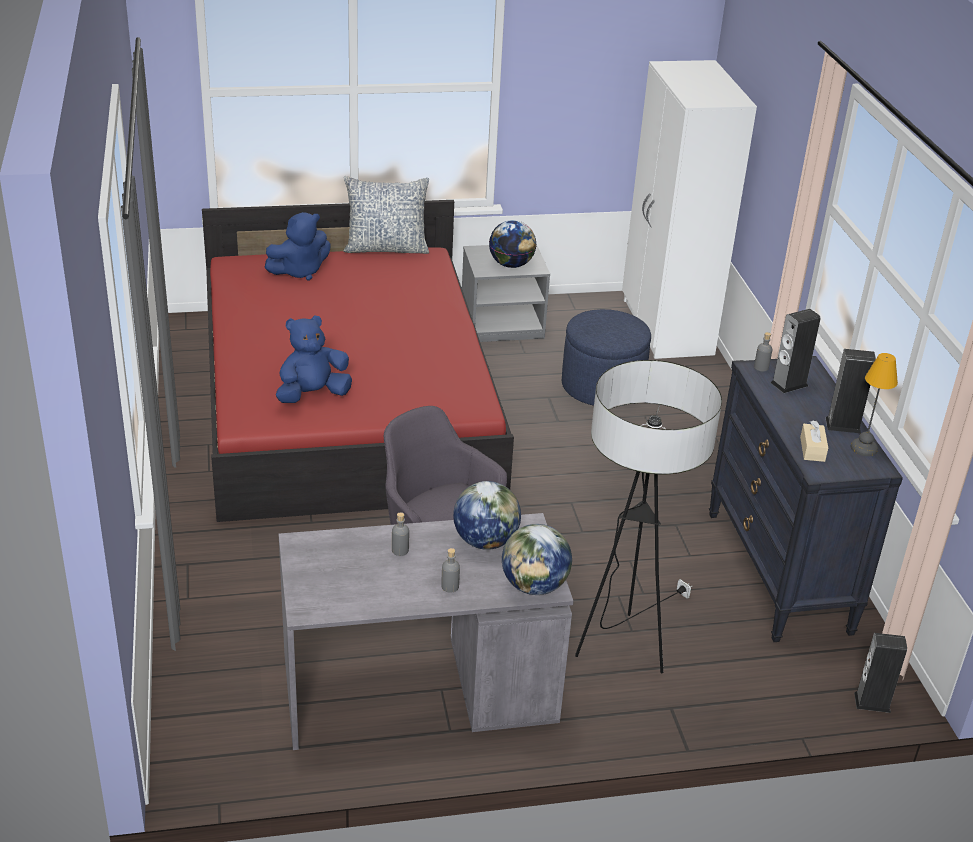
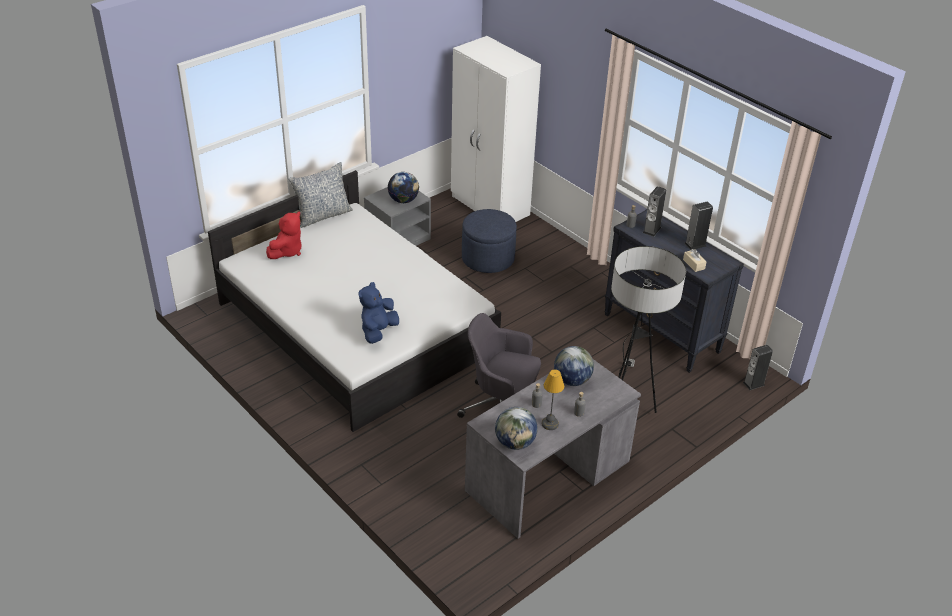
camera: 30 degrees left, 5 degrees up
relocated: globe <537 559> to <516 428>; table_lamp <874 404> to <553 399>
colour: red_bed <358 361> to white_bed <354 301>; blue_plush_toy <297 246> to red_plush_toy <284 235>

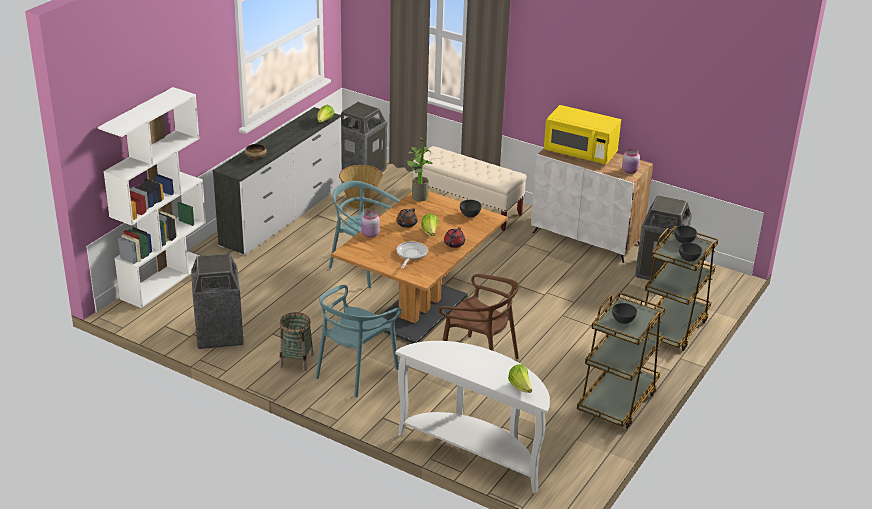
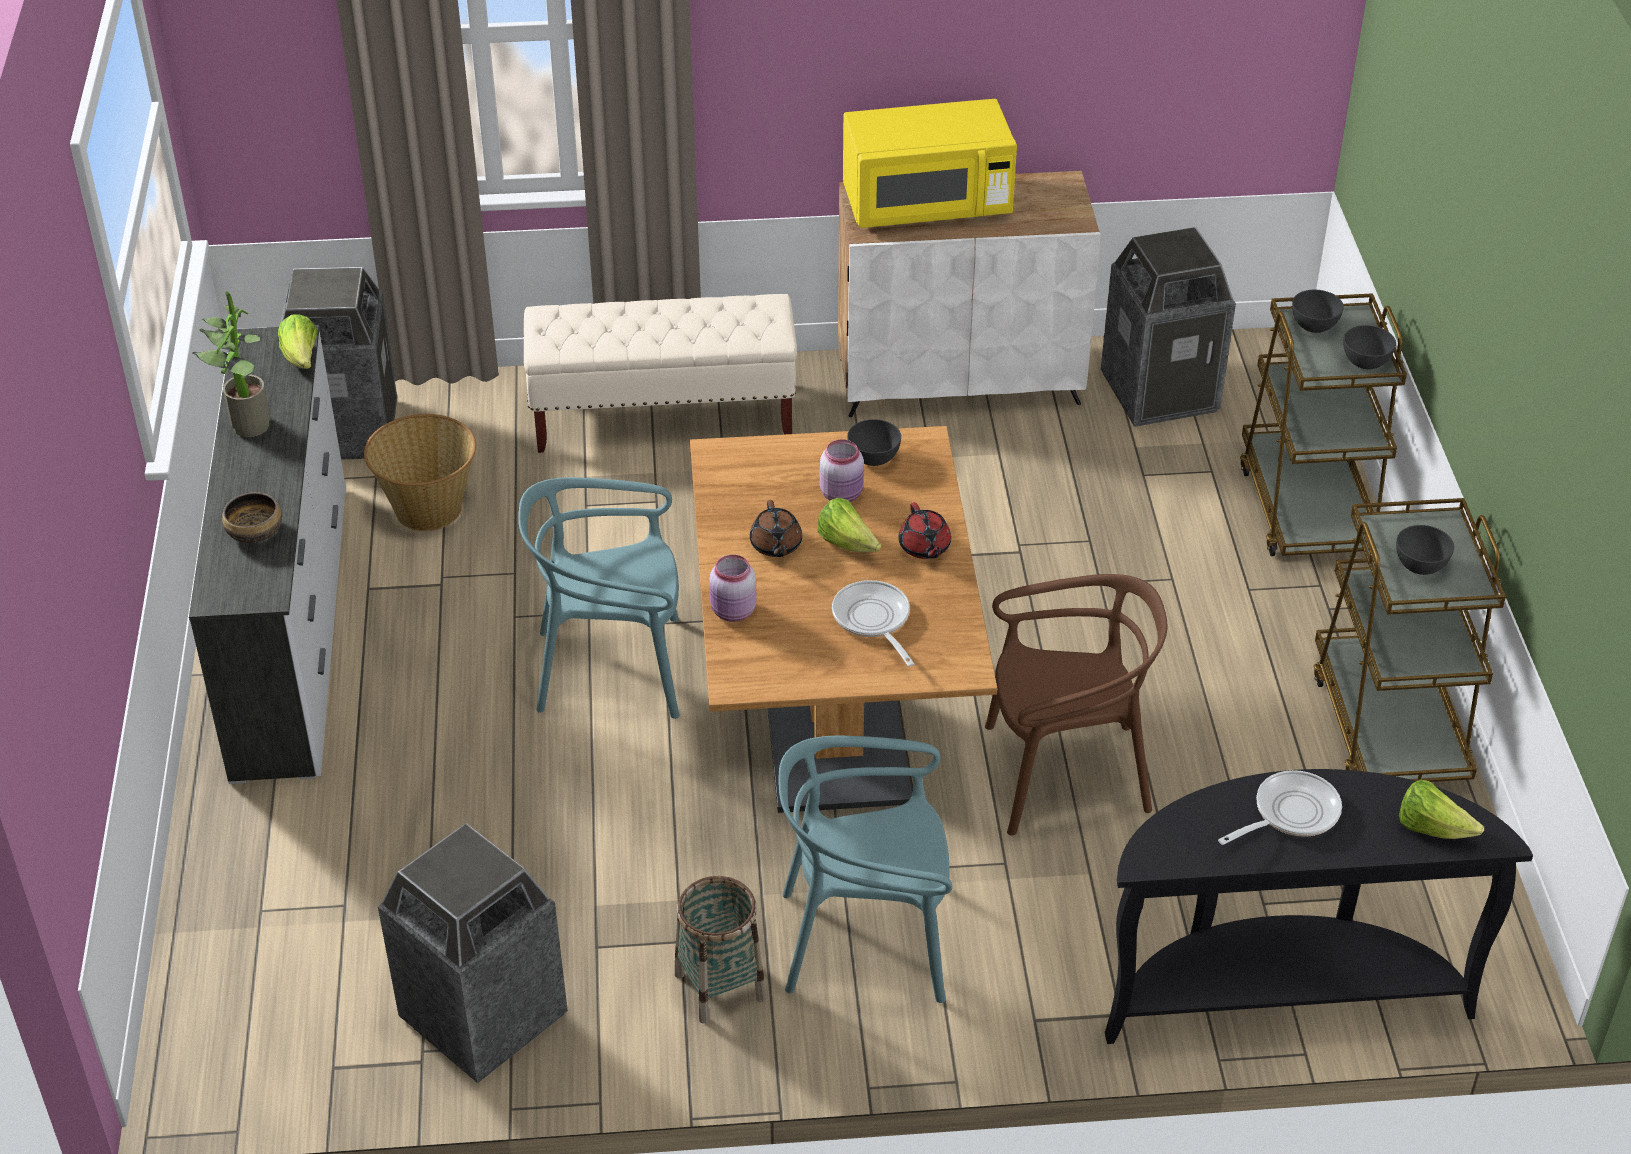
camera: 35 degrees left, 10 degrees up
missing: white_bookcase <152 197>
appeared: frying_pan <1280 807>
relocated: potted_plant <420 169> to <231 364>; pink_jar <631 161> to <842 470>
colour: white_console_table <472 417> to black_console_table <1319 906>
spun: turquoise_chair <358 341> = <865 869> 90 degrees clockwise

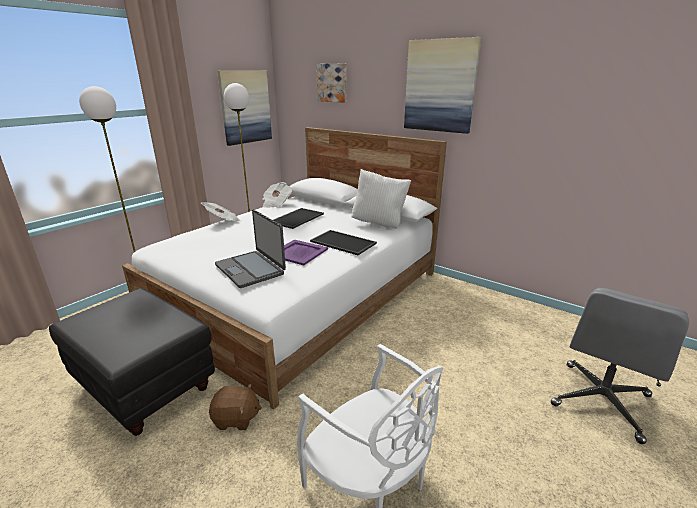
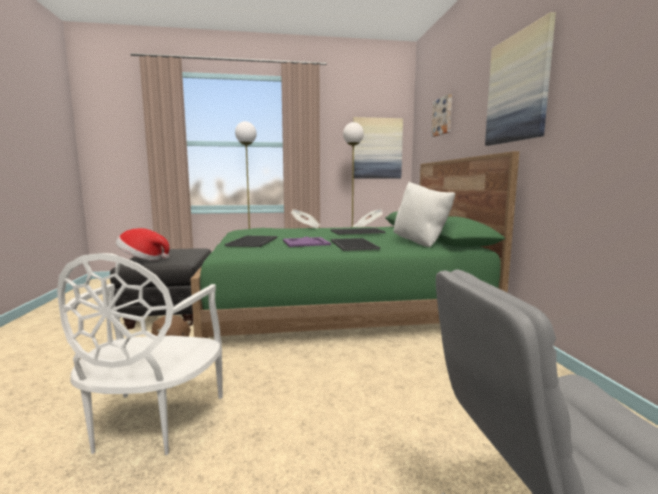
camera: 45 degrees right, 15 degrees down
appeared: hat <143 244>
exchanged: laptop <250 248> to tray <251 241>
colour: white_bed <284 268> to green_bed <354 244>

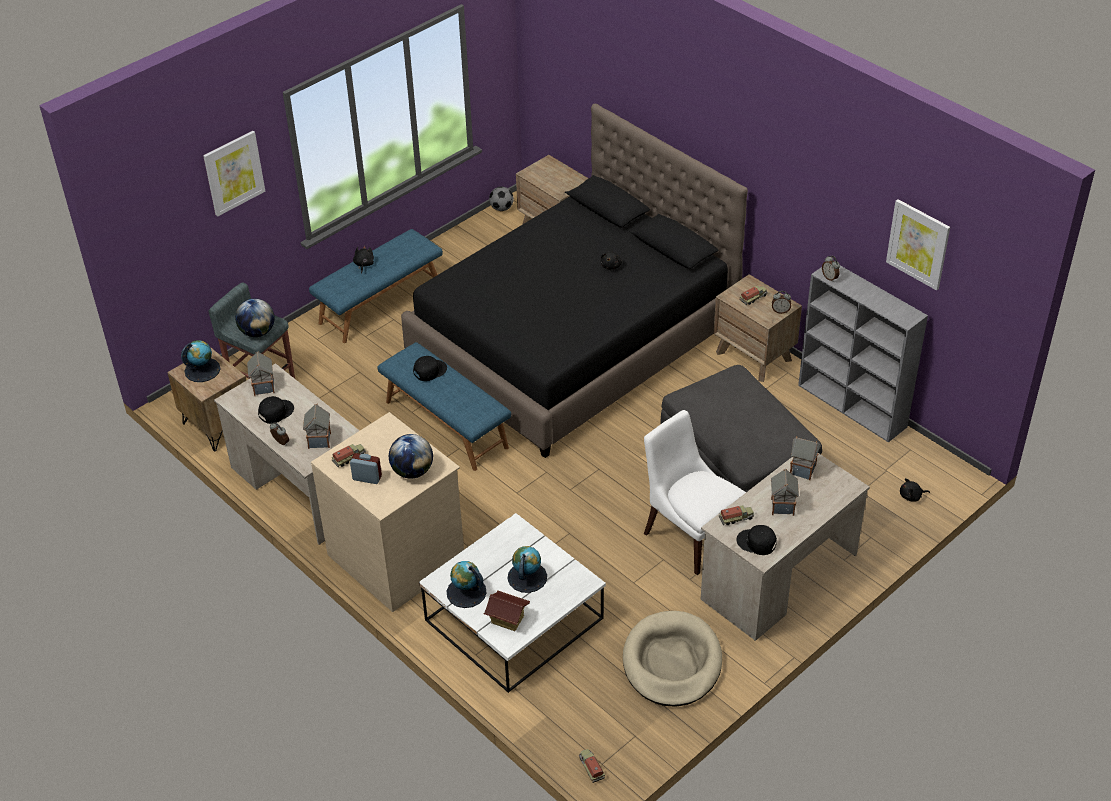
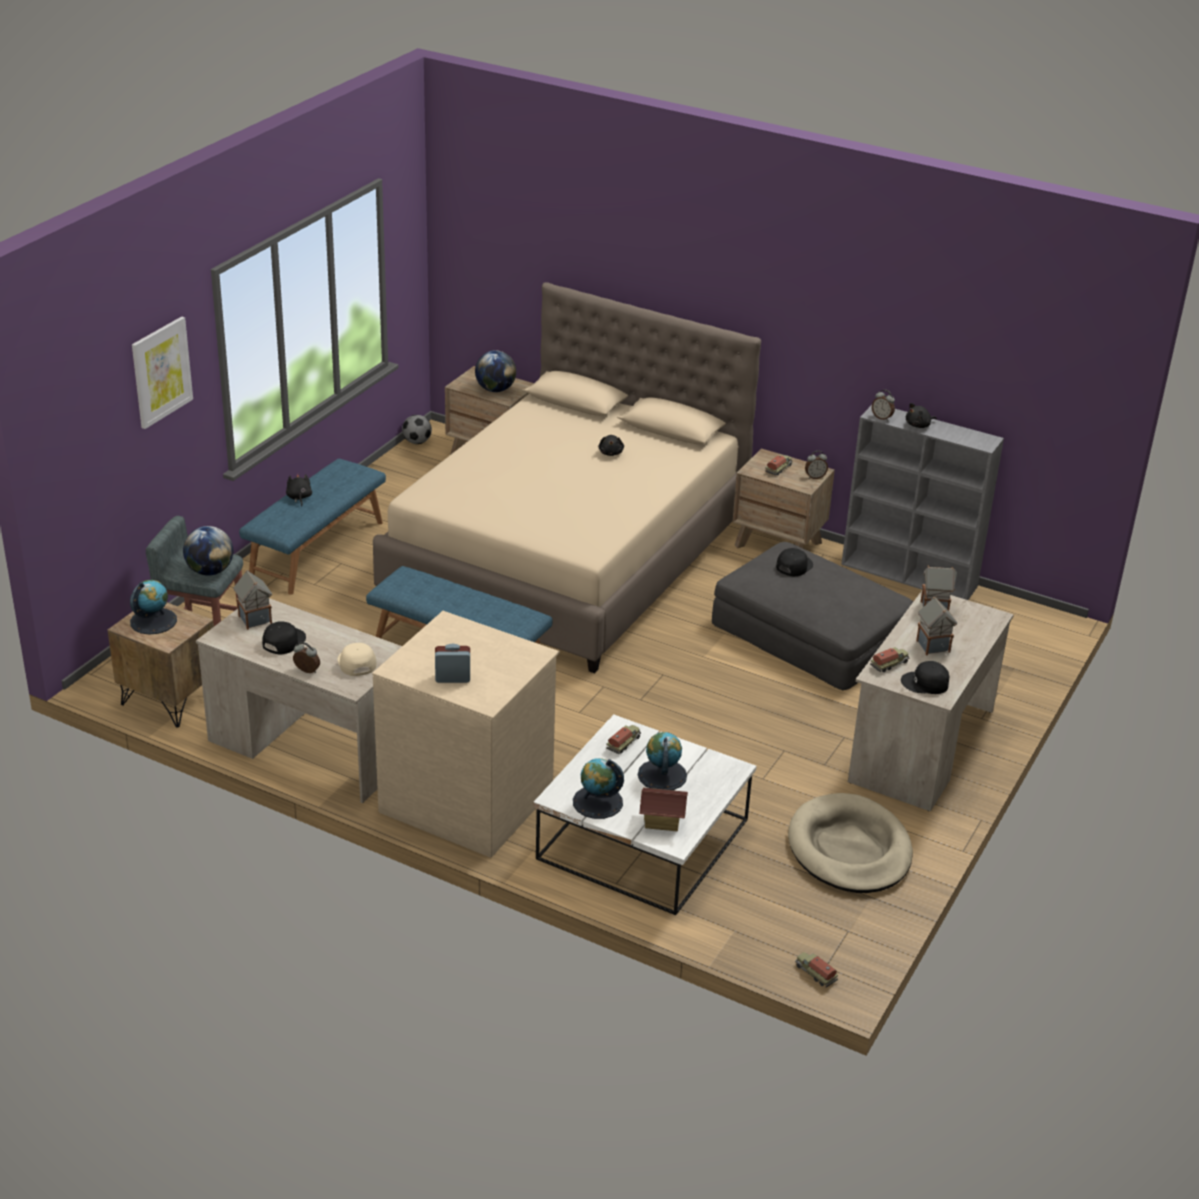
camera: 20 degrees left, 10 degrees down
missing: white_chair <695 492>; picture <918 244>
relocated: toy_truck <349 456> to <623 739>; globe <411 456> to <495 371>; black_cap <430 368> to <794 562>; black_plush_toy <915 489> to <921 415>
exchanged: toy_house <317 426> to beige_cap <356 659>
colour: black_bed <574 281> to beige_bed <567 477>

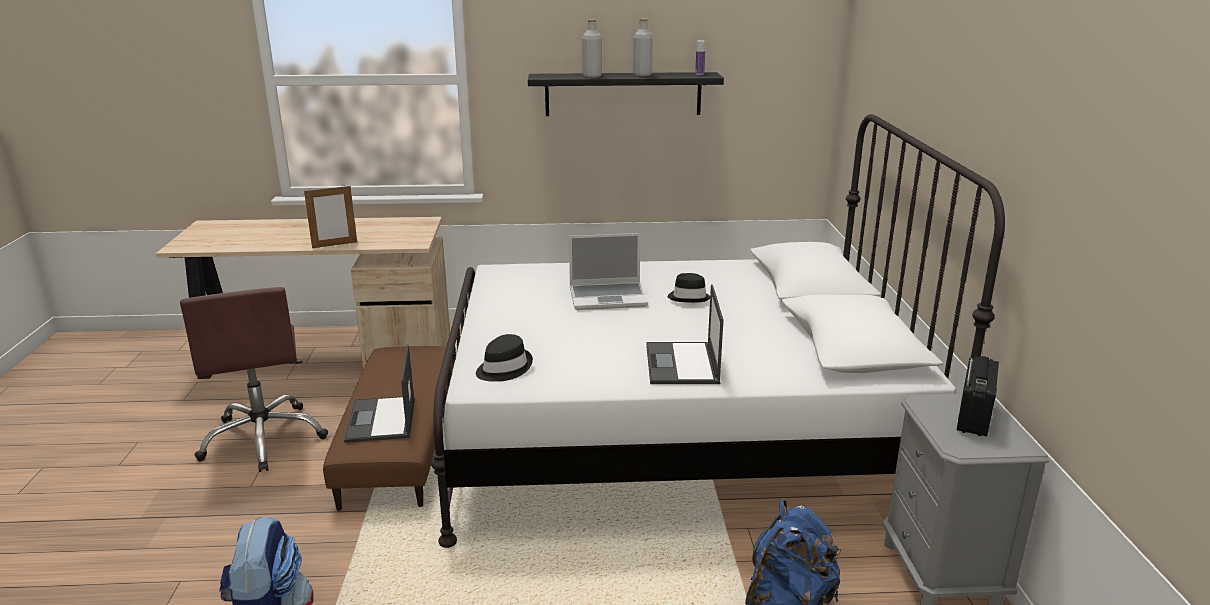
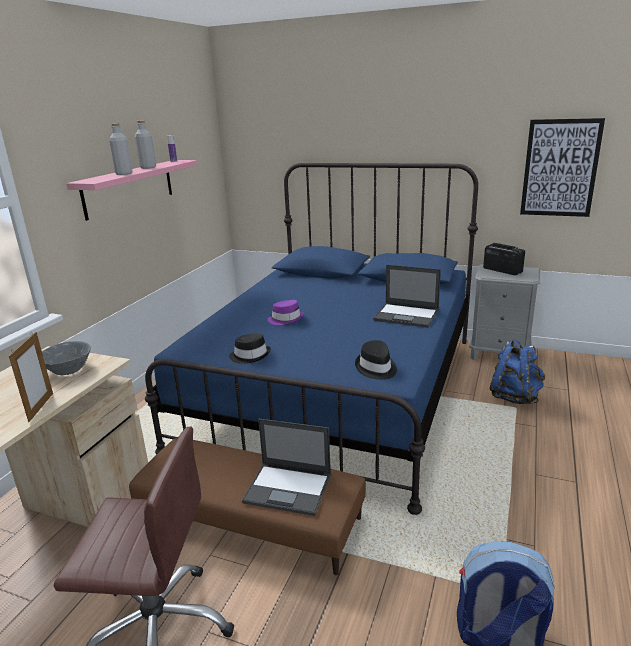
camera: 65 degrees left, 0 degrees up
appeared: grey_bowl <66 358>; picture <562 167>
relocated: black_hat <688 288> to <250 348>
exchanged: laptop <608 271> to purple_hat <285 312>
colour: white_bed <718 331> to blue_bed <311 339>; black_shelf <626 94> to pink_shelf <132 190>

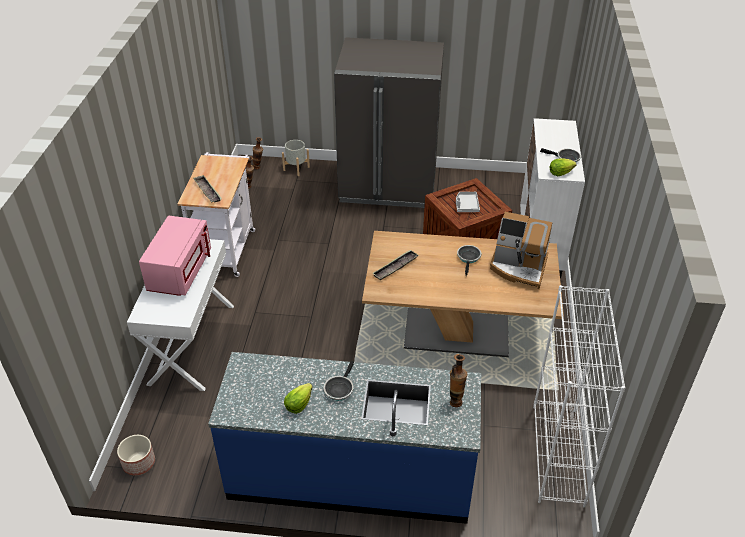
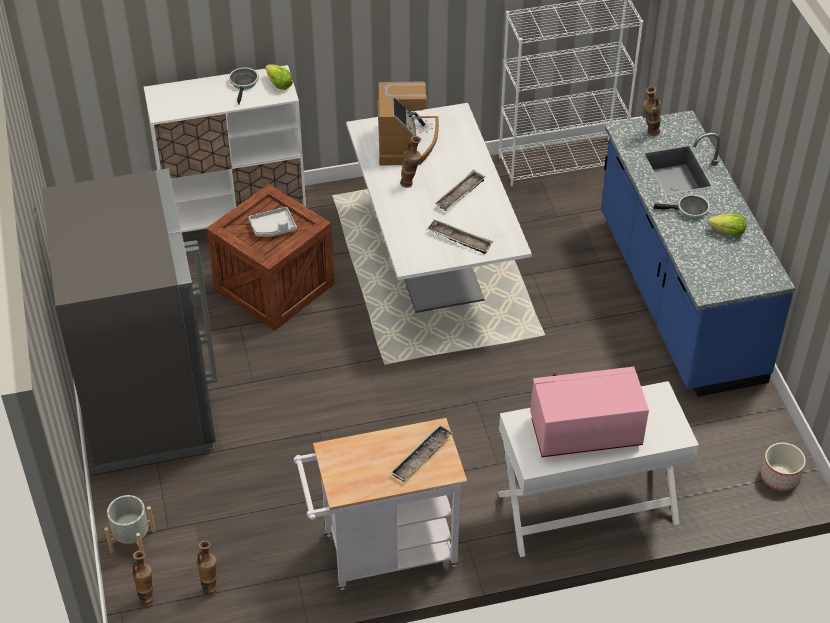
camera: 110 degrees left, 5 degrees up
appeared: tray <460 190>
exchanged: frying_pan <469 260> to vase <410 162>
colour: brown_dining_table <463 294> to white_dining_table <439 208>

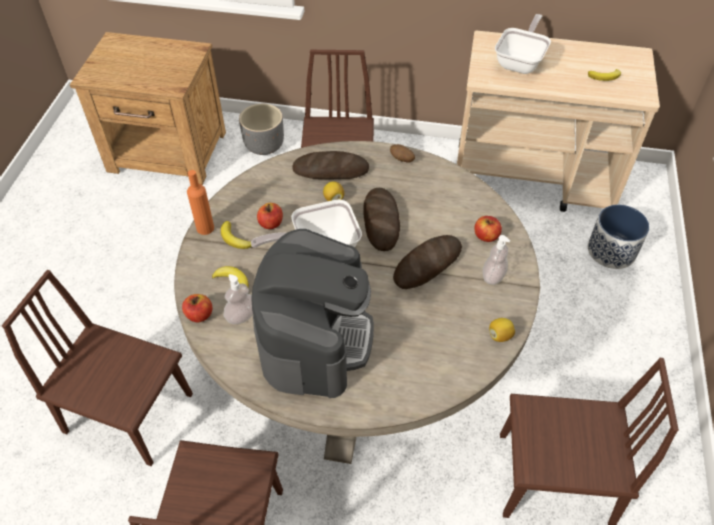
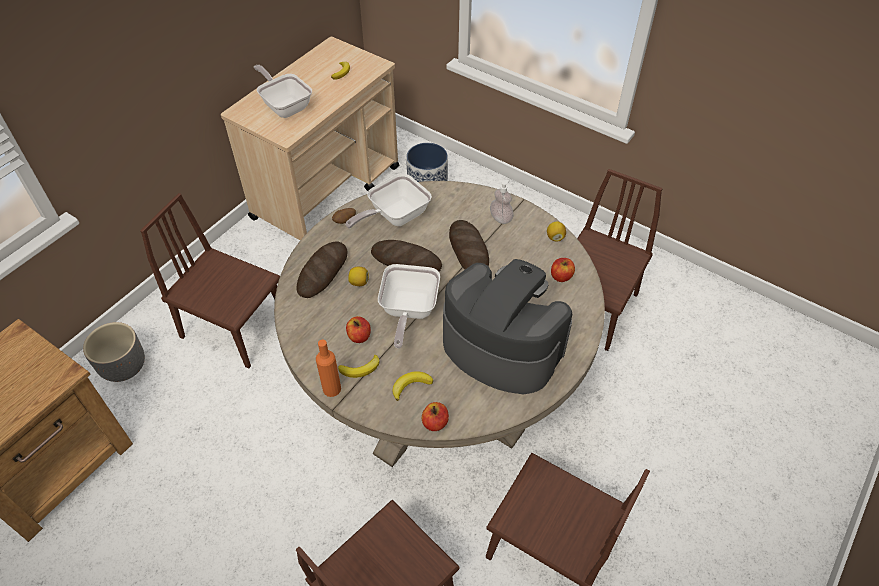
camera: 65 degrees left, 0 degrees up
missing: soap_dispenser <238 299>
appeared: frying_pan <388 200>
relocated: apple <488 229> to <563 270>

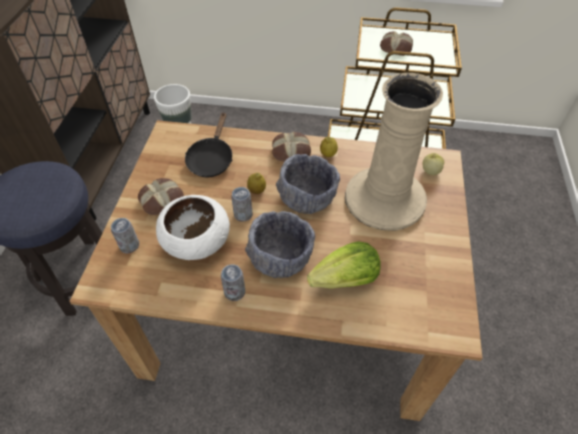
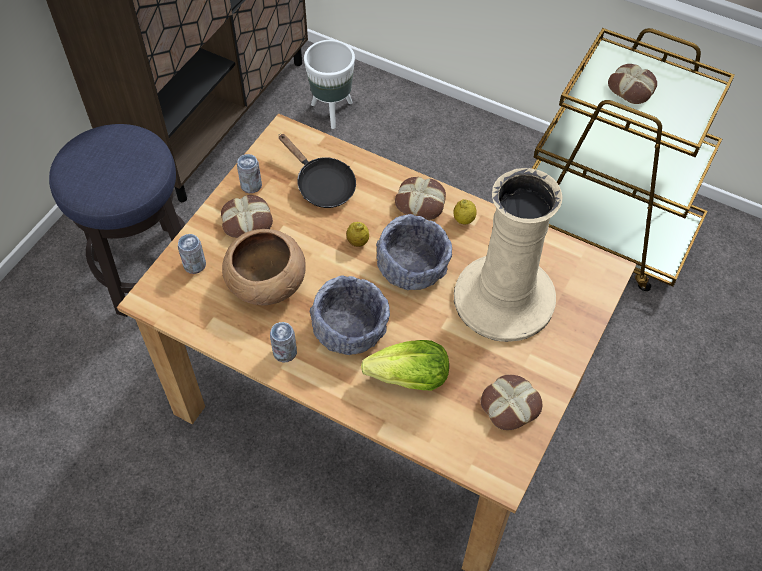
camera: 20 degrees right, 5 degrees up
missing: apple <433 164>
appeared: bread <511 402>
relocated: can <242 204> to <249 173>
colour: white_bowl <193 227> to brown_bowl <264 267>
spun: black_frying_pan <208 145> = <317 171> 75 degrees counterclockwise

